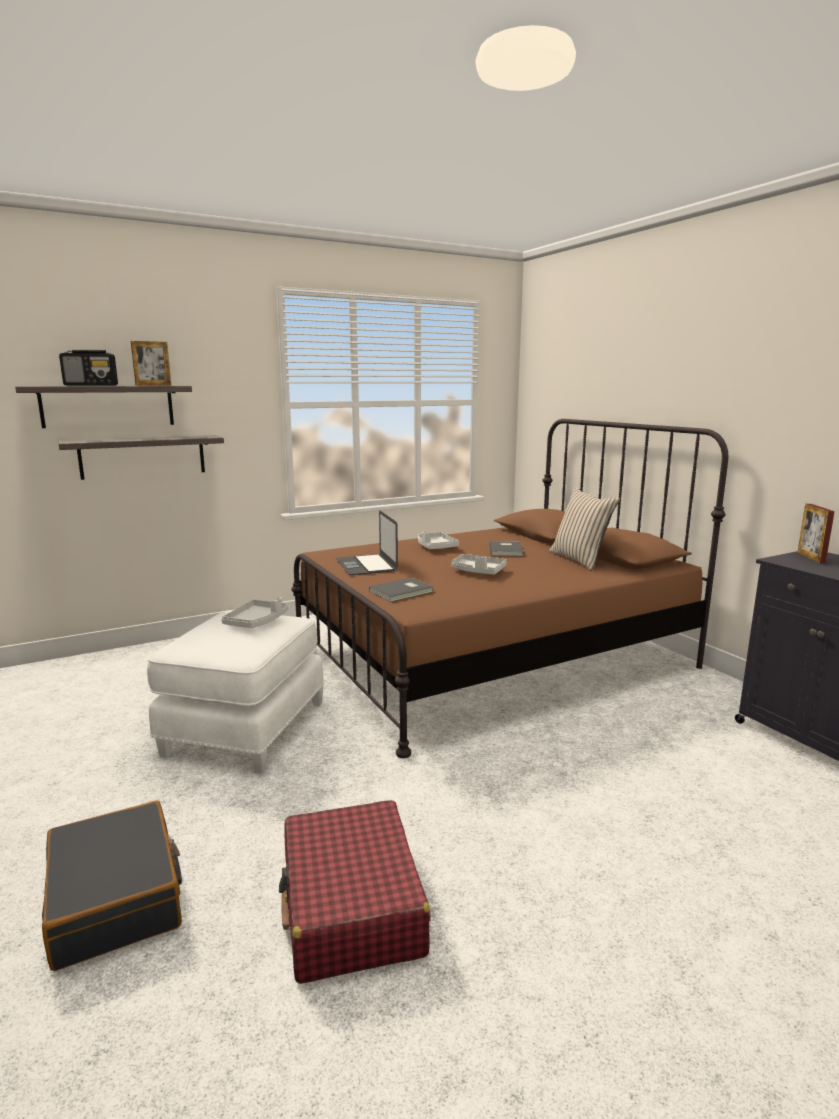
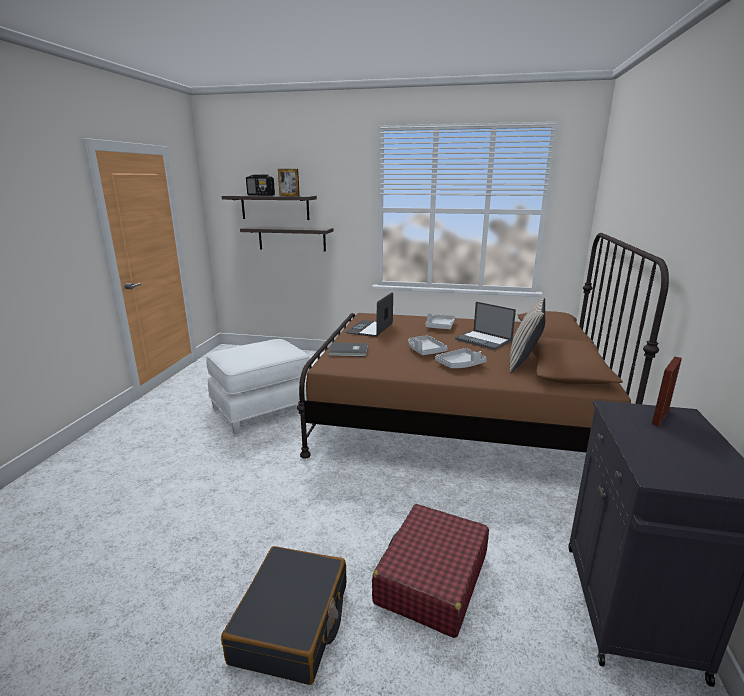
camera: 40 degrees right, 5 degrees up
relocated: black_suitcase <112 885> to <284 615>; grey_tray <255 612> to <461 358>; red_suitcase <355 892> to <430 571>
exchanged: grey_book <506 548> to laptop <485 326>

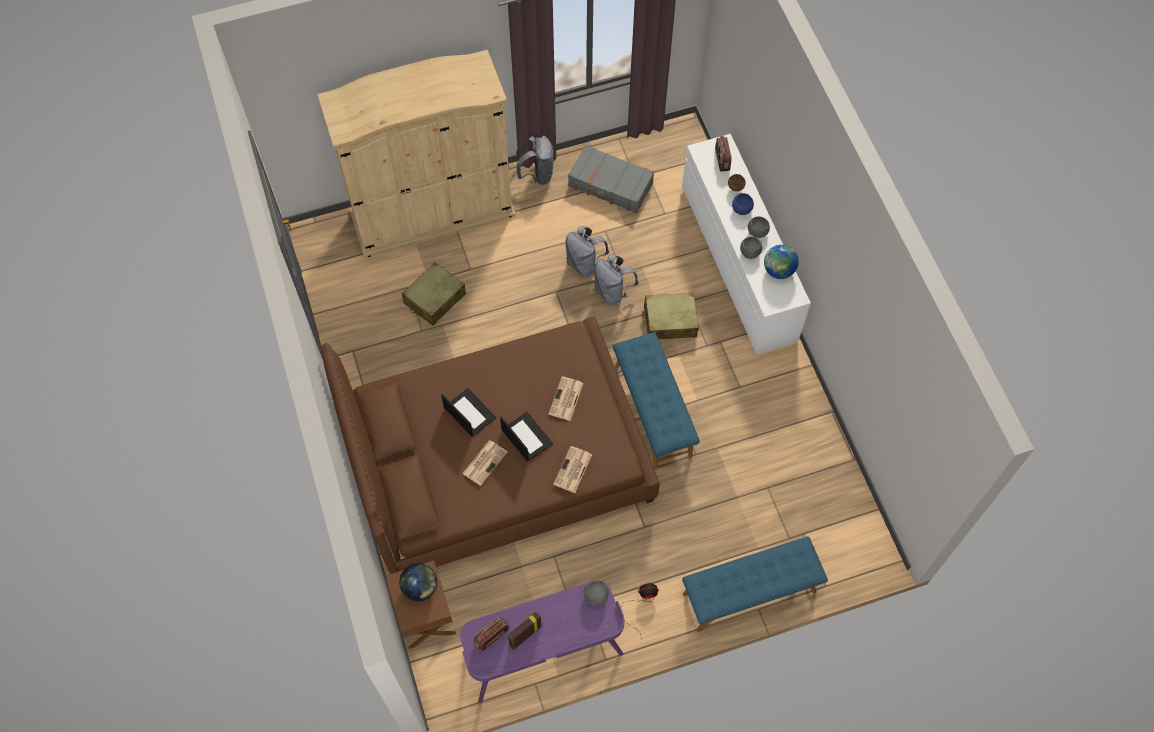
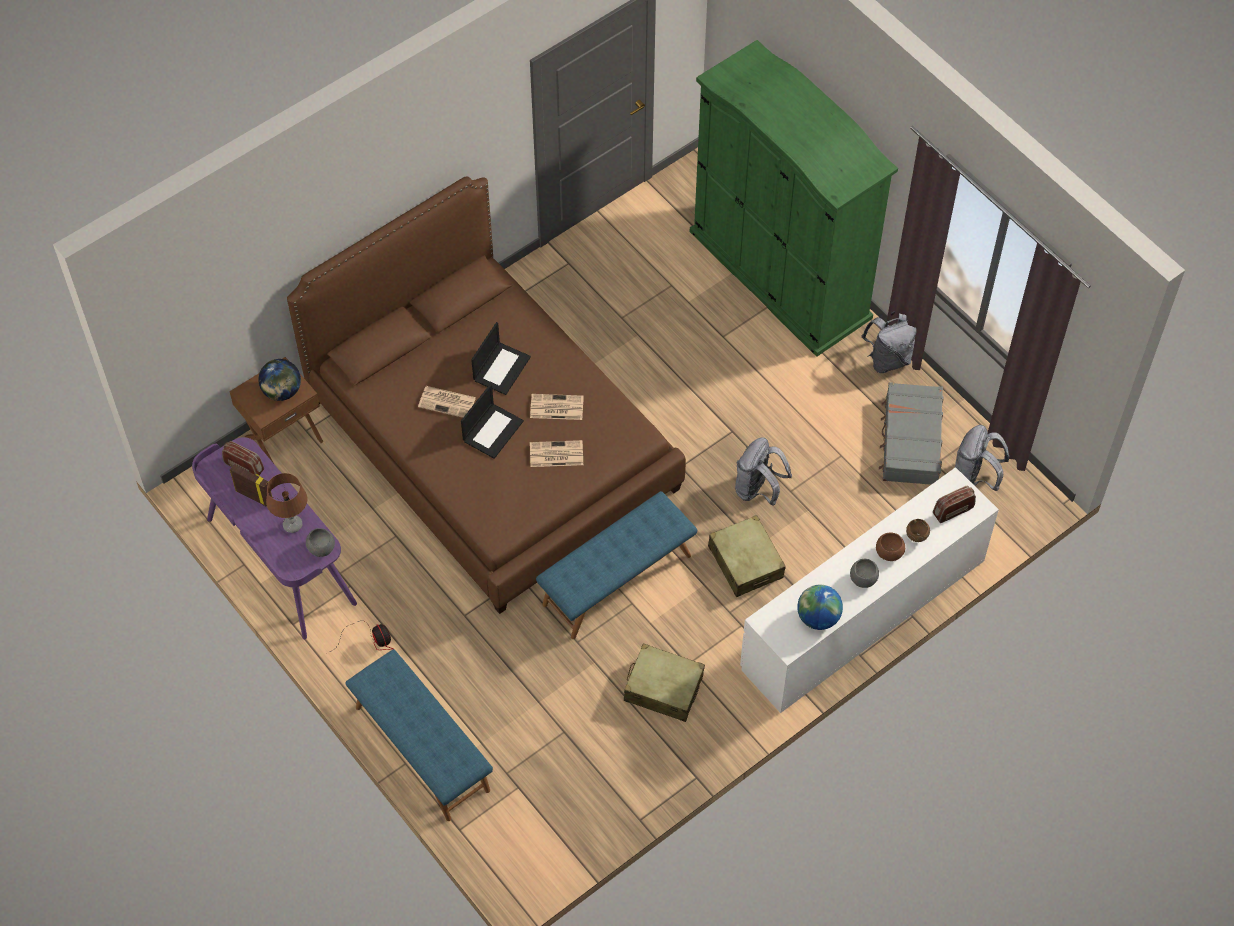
camera: 70 degrees right, 5 degrees down
missing: grey_bowl <751 248>
appeared: brown_table_lamp <286 503>
relocated: beige_suitcase <434 293> to <664 682>; newspaper <572 469> to <557 407>; grey_backpack <587 251> to <982 458>
colour: beige_wardrobe <416 154> to green_wardrobe <794 198>; blue_bowl <743 204> to brown_bowl <890 547>

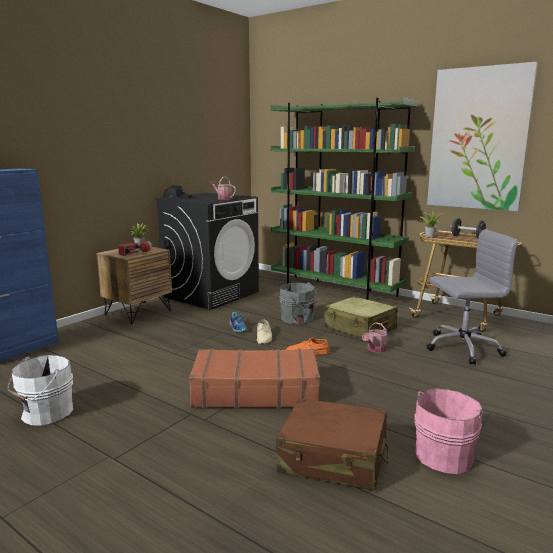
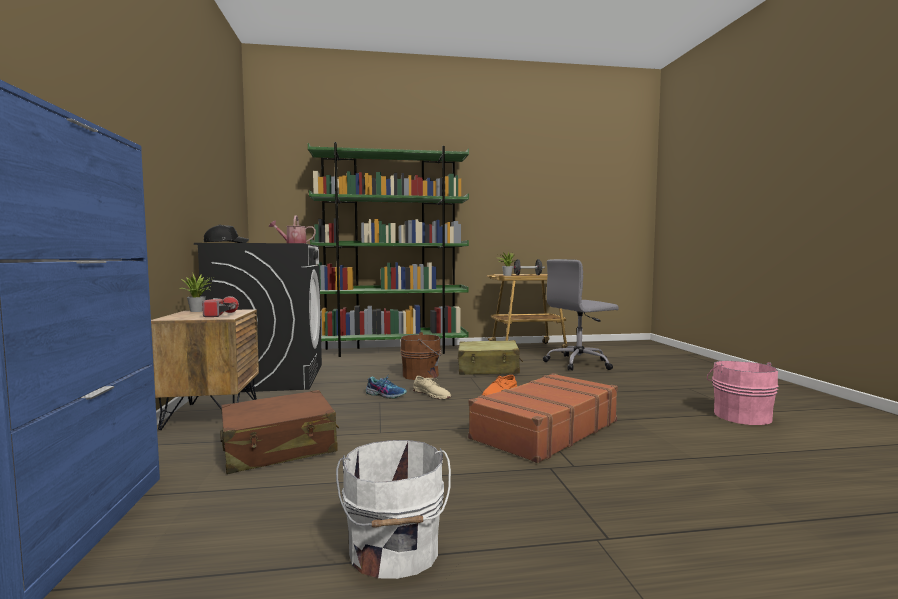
camera: 45 degrees left, 10 degrees down
missing: watering_can <375 337>; picture <482 136>
relocated: brown_suitcase <332 444> to <279 432>
colour: grey_bucket <299 303> to brown_bucket <420 356>
spun: grey_office_chair <472 297> = <581 315> 150 degrees counterclockwise

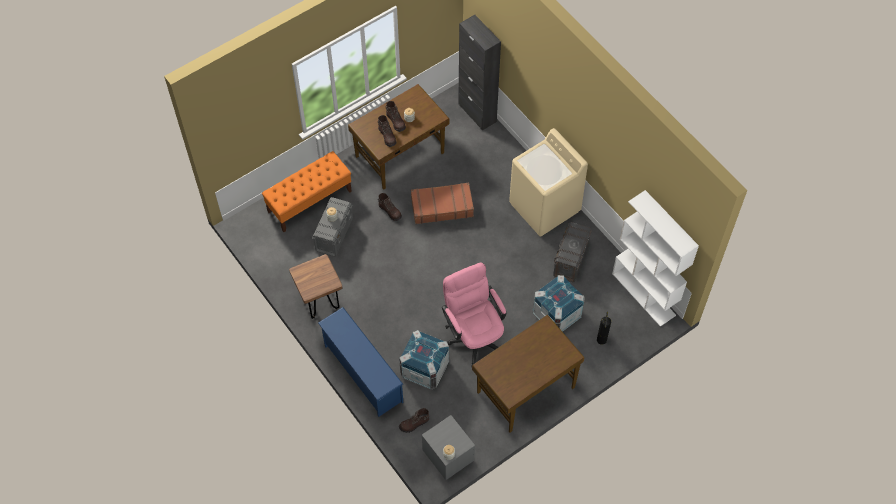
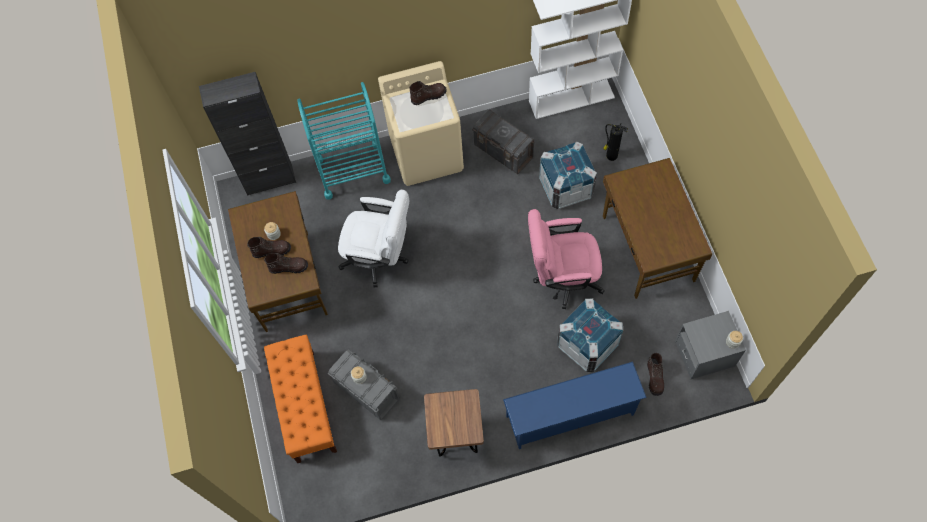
camera: 65 degrees left, 5 degrees up
appeared: turquoise_cart <344 141>
relocated: brown_boot <390 207> to <428 93>
exchanged: brown_suitcase <442 203> to white_office_chair <373 238>

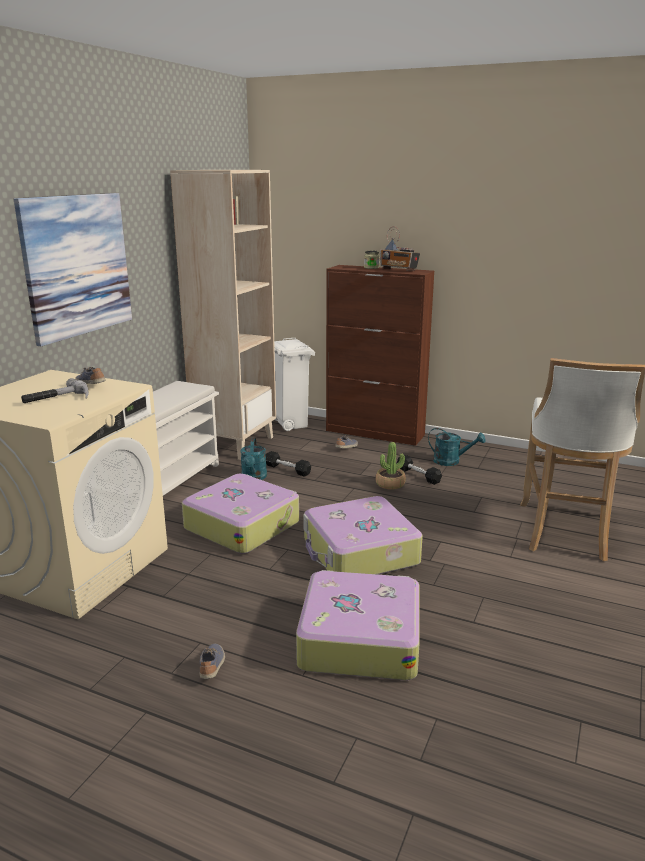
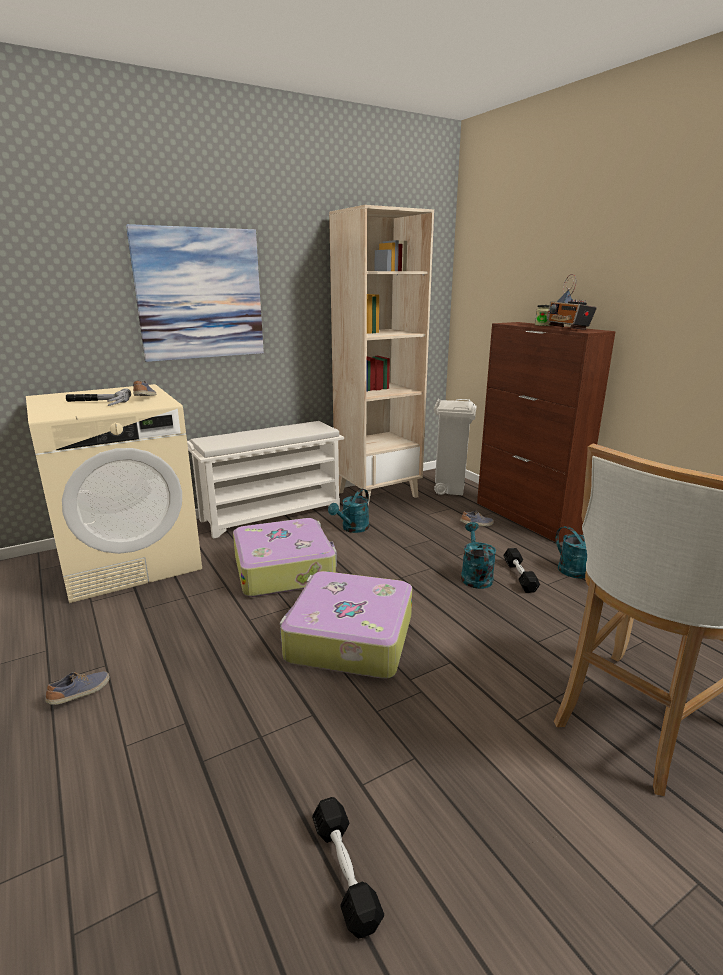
camera: 35 degrees right, 0 degrees up
missing: suitcase <358 625>
relocated: black_dumbbell <288 464> to <348 867>
exchanged: potted_plant <390 466> to turquoise_watering_can <478 555>

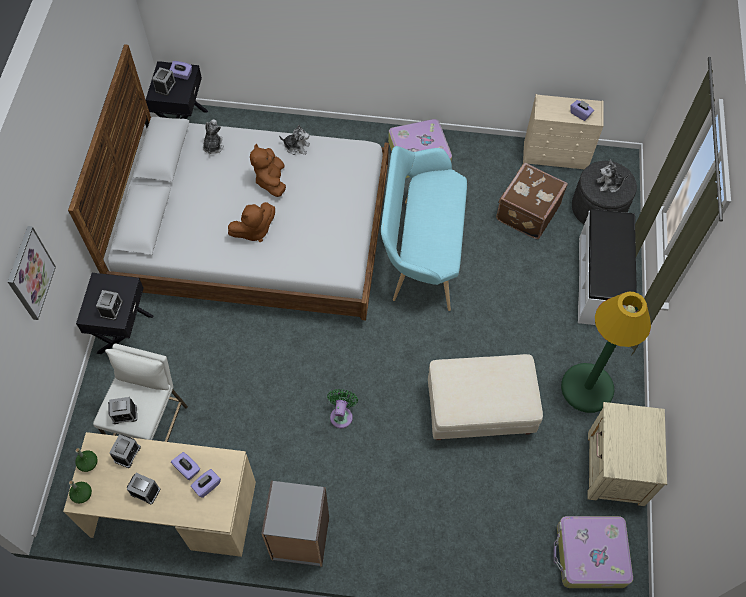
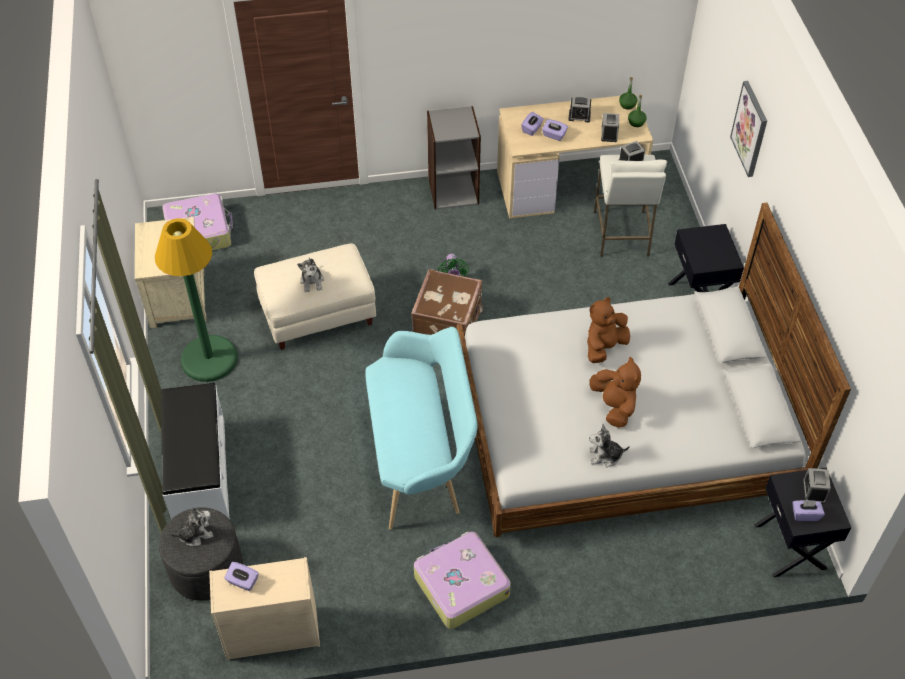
camera: 165 degrees right, 10 degrees down
missing: alarm_clock <109 305>
relocated: plush_toy <213 136> to <310 275>; brown_suitcase <532 200> to <447 302>

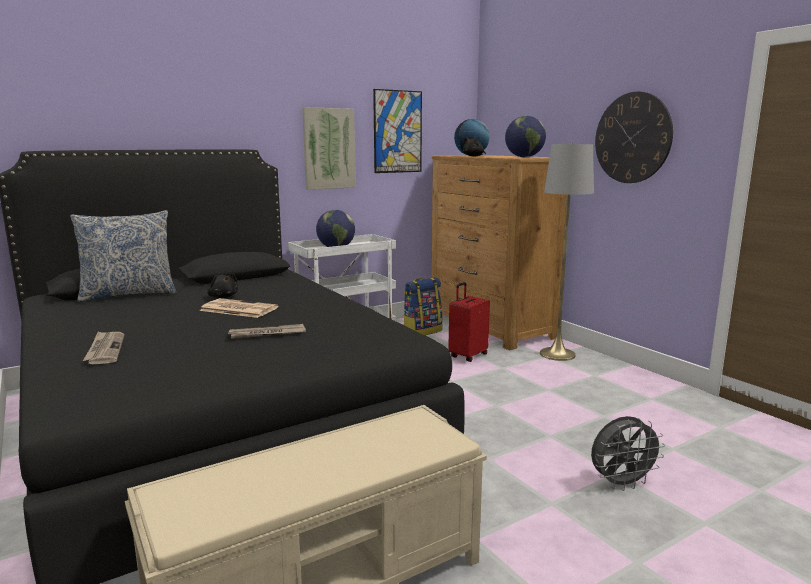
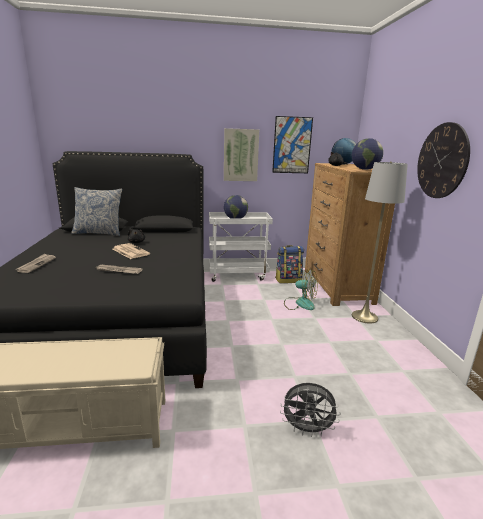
camera: 25 degrees right, 5 degrees up
exchanged: red_suitcase <469 322> to fan <300 289>

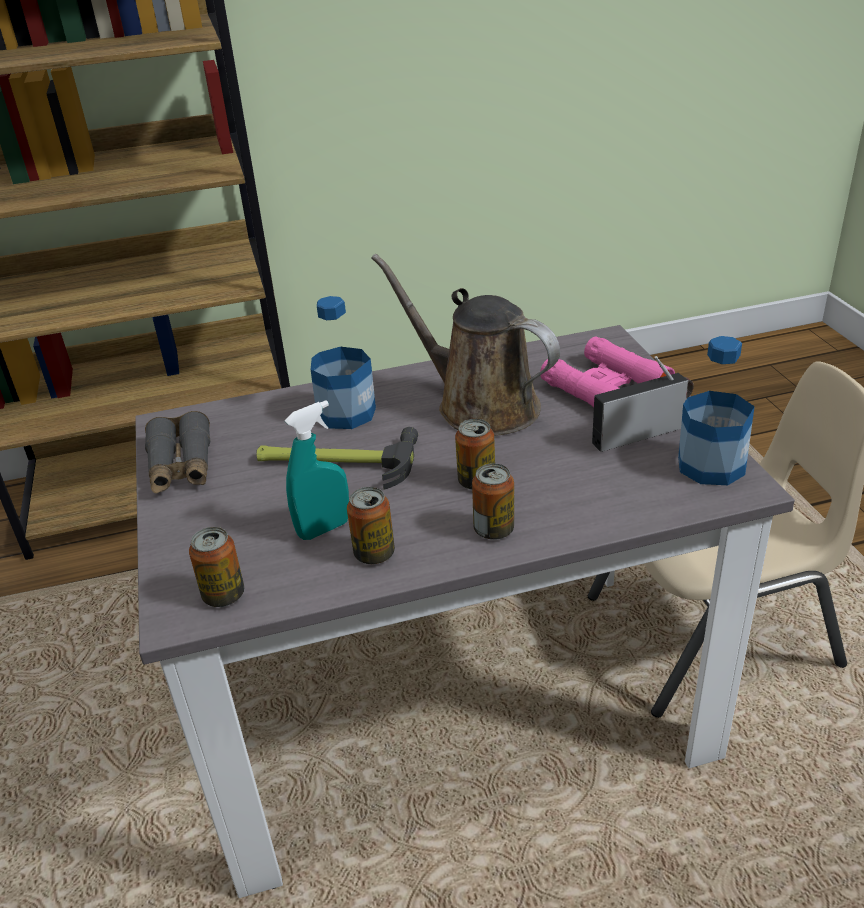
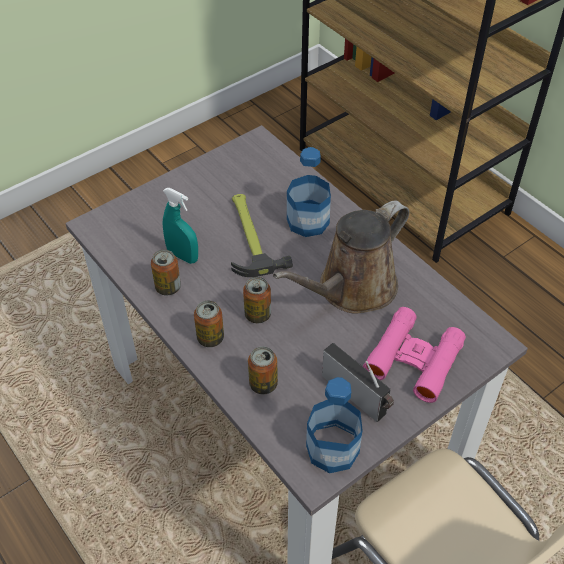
camera: 65 degrees right, 15 degrees up
missing: grey_binoculars <177 452>
relocated: can <216 567> to <263 370>
spun: brown_watering_can <465 345> = <341 257> 150 degrees counterclockwise

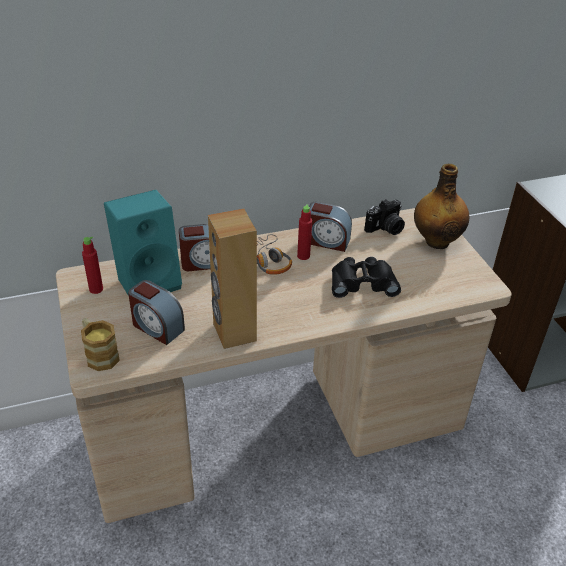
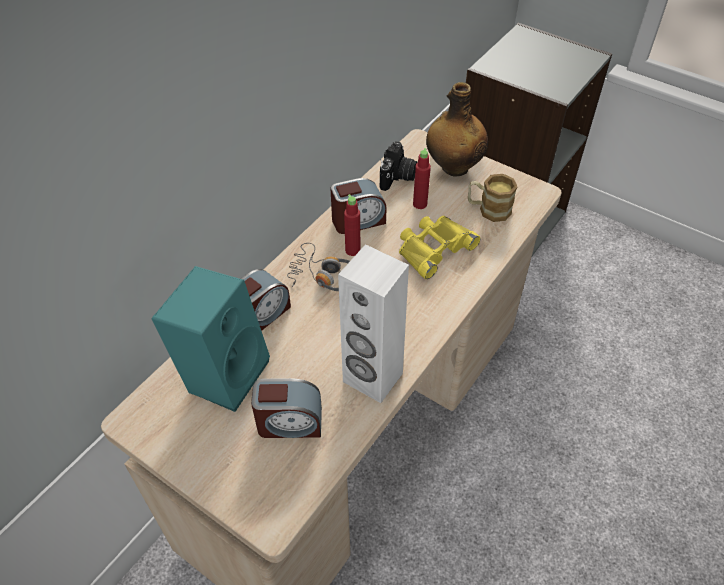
camera: 35 degrees left, 10 degrees up
relocated: mug <100 344> to <492 198>; red_bottle <92 265> to <422 178>
colour: brown_speaker <232 279> to white_speaker <373 323>; black_binoculars <366 277> to yellow_binoculars <439 247>

